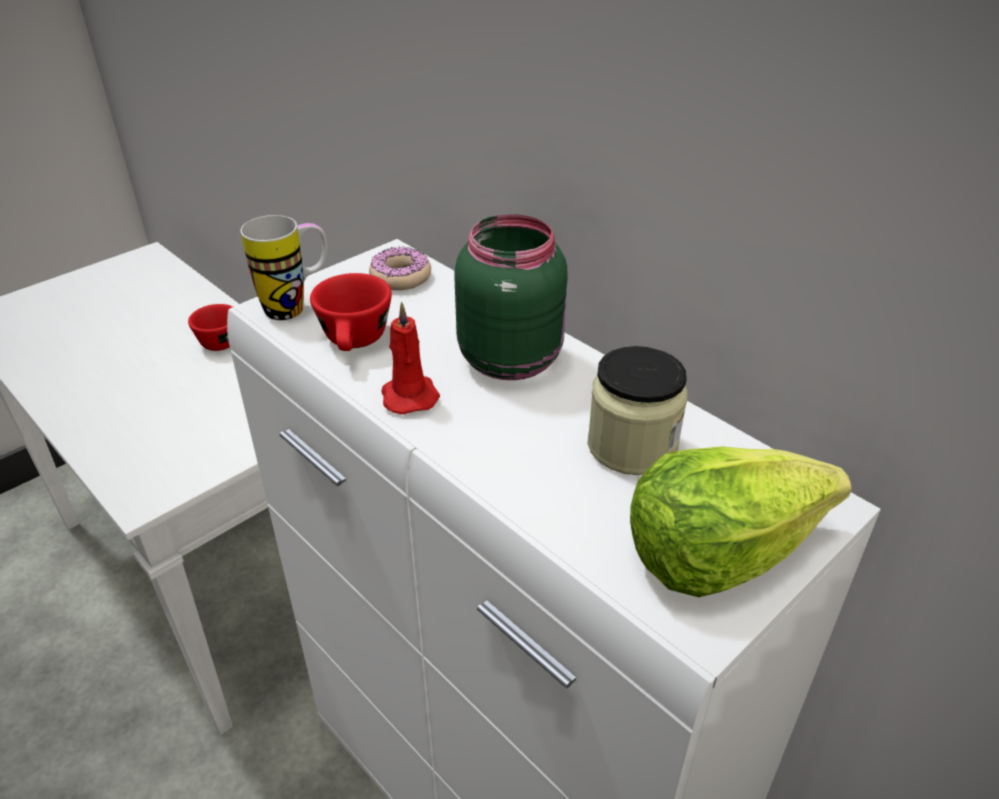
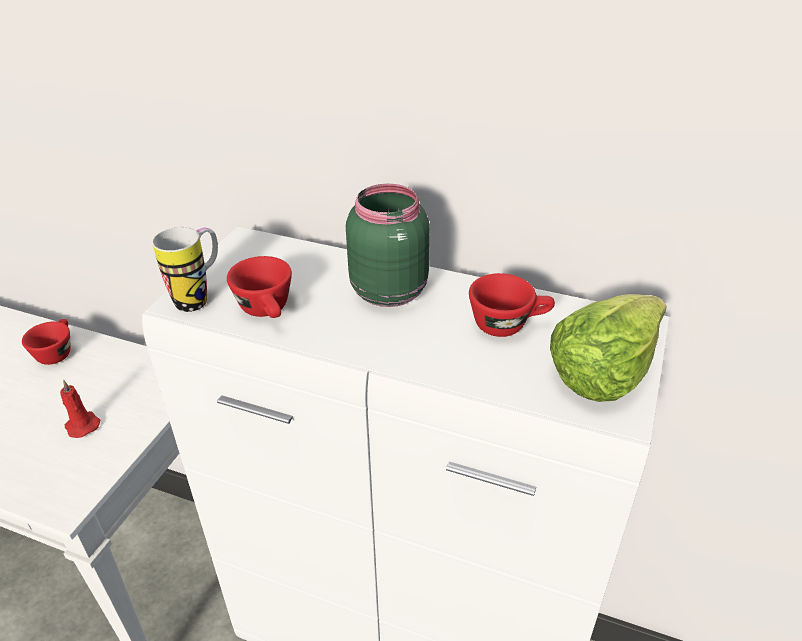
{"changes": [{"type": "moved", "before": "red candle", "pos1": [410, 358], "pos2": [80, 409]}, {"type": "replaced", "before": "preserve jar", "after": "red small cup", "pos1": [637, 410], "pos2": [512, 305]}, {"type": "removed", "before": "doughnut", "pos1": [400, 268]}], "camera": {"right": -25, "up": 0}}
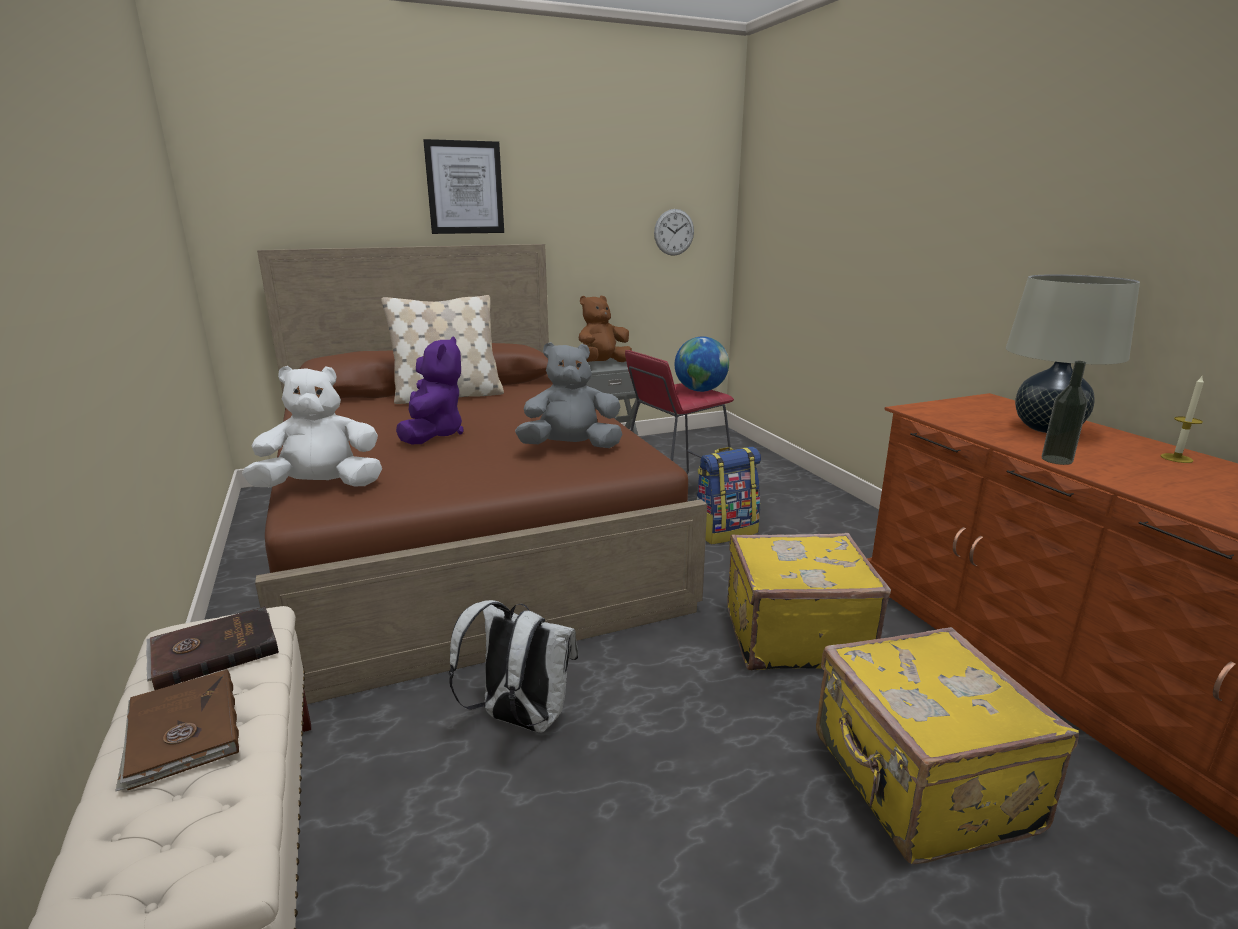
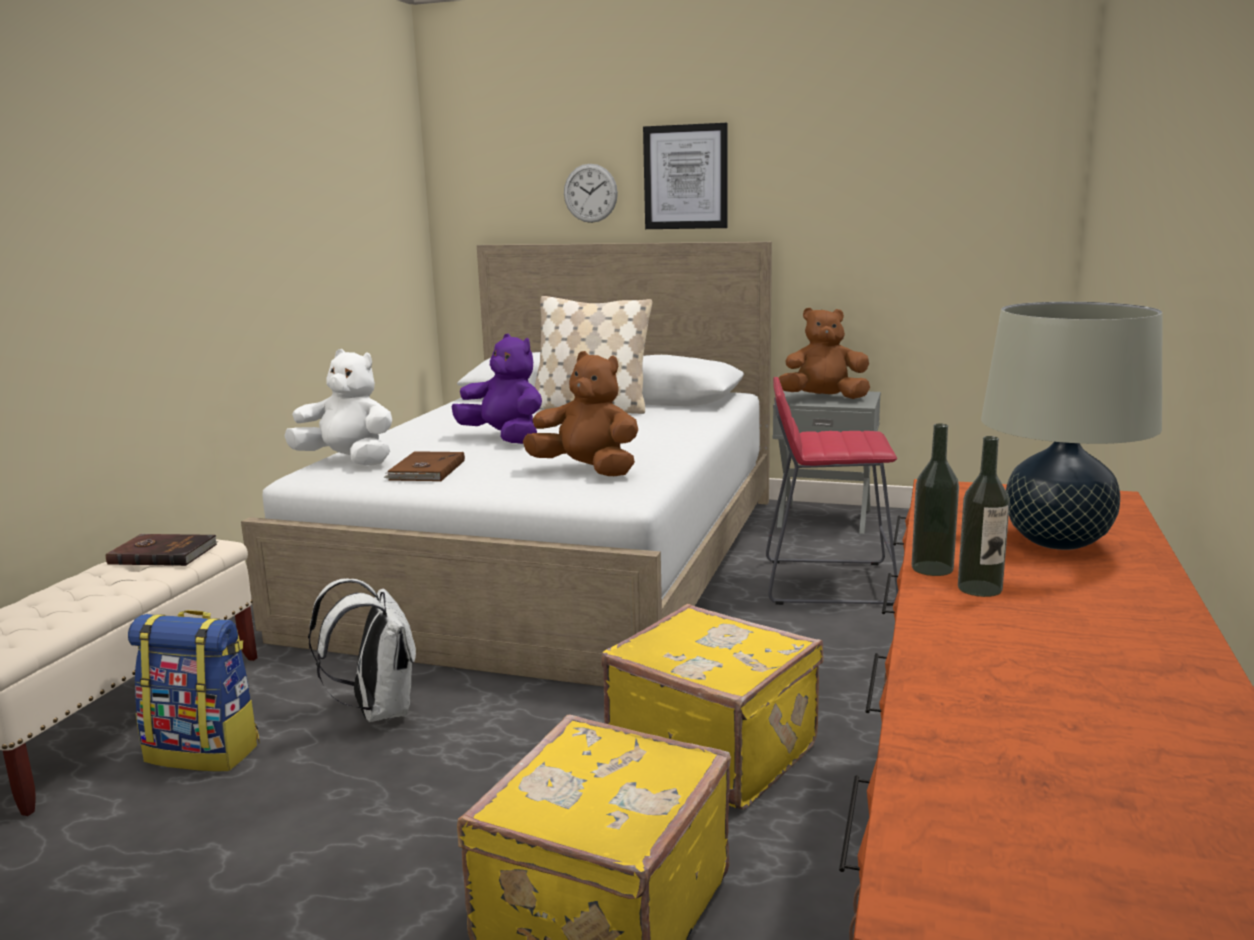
{"changes": [{"type": "moved", "before": "backpack", "pos1": [729, 495], "pos2": [194, 690]}, {"type": "recoloured", "before": "brownish bed", "after": "white bed", "pos1": [481, 474], "pos2": [506, 464]}, {"type": "moved", "before": "brownish bound book", "pos1": [177, 730], "pos2": [424, 466]}, {"type": "turned", "before": "purple-coloured cuddly toy", "pos1": [429, 390], "pos2": [497, 388], "turn": -90}, {"type": "recoloured", "before": "greyish cuddly toy", "after": "brownish cuddly toy", "pos1": [568, 395], "pos2": [580, 413]}, {"type": "moved", "before": "hanging clock", "pos1": [674, 232], "pos2": [591, 193]}, {"type": "added", "after": "bottle", "pos2": [984, 516]}, {"type": "removed", "before": "world globe", "pos1": [702, 364]}, {"type": "removed", "before": "candle", "pos1": [1182, 419]}], "camera": {"right": 40, "up": -5}}
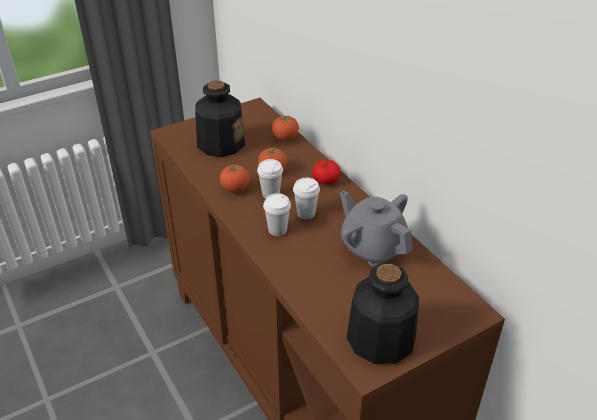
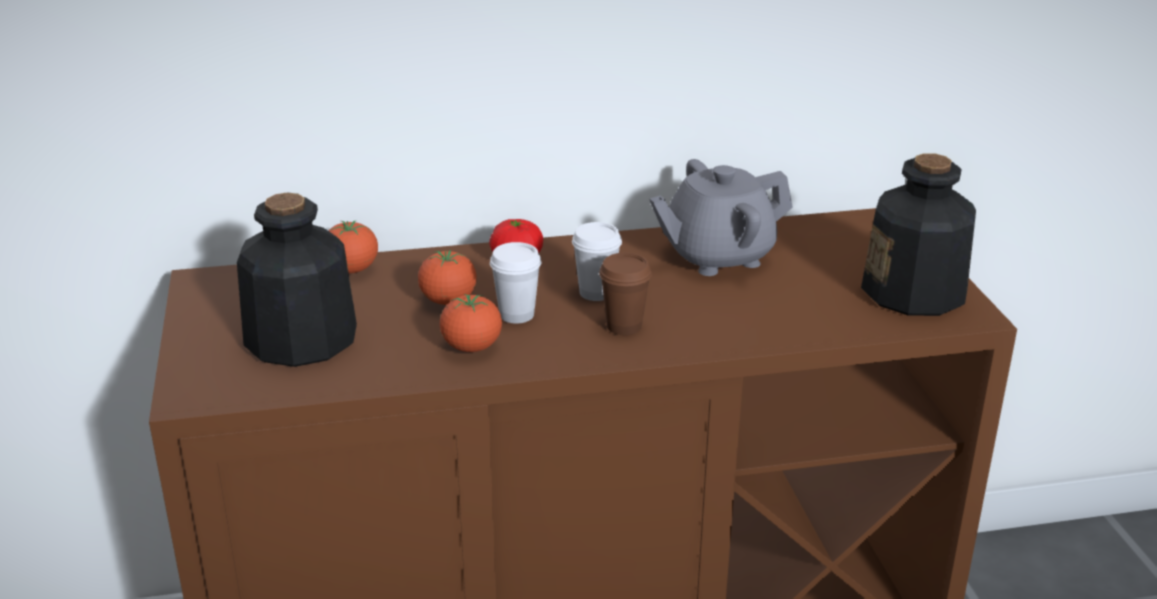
{"changes": [{"type": "recoloured", "before": "white small cup", "after": "brownish small cup", "pos1": [277, 214], "pos2": [625, 294]}], "camera": {"right": -70, "up": -10}}
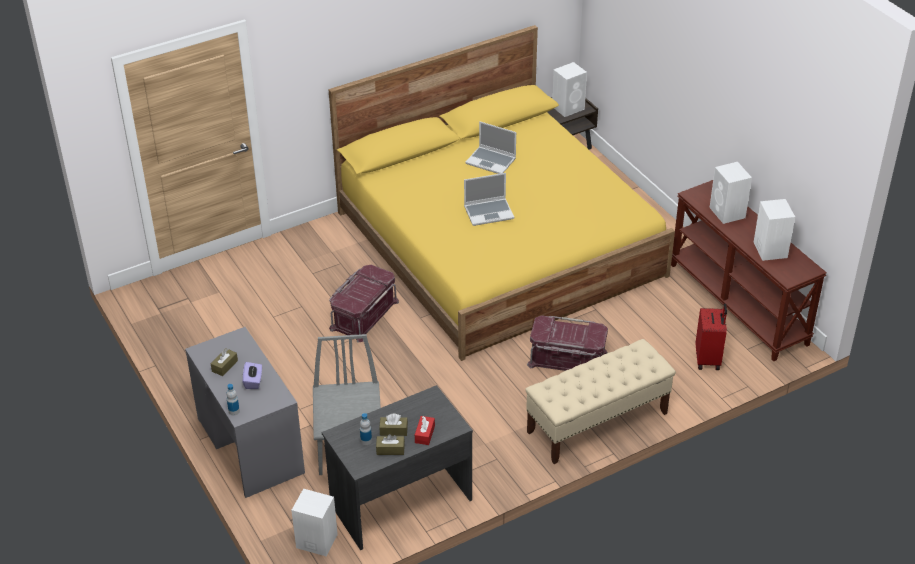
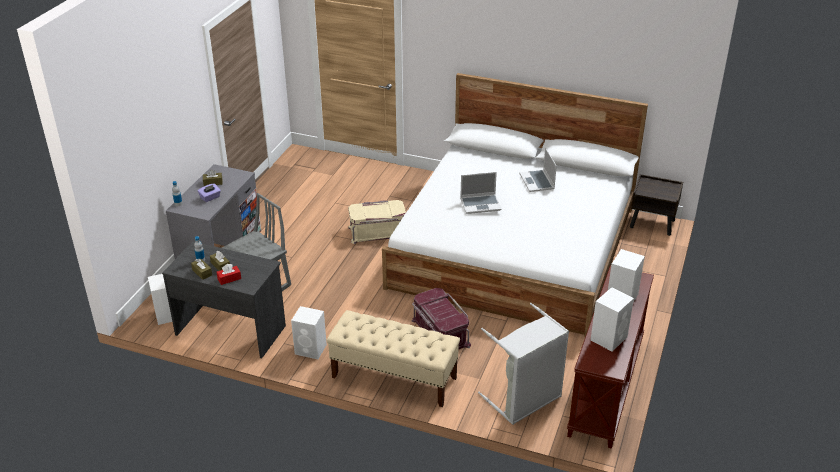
{"changes": [{"type": "moved", "before": "white audio speaker", "pos1": [569, 89], "pos2": [309, 332]}, {"type": "recoloured", "before": "red storage box", "after": "sand-coloured storage box", "pos1": [364, 303], "pos2": [377, 222]}, {"type": "recoloured", "before": "yellowish bed", "after": "white bed", "pos1": [501, 193], "pos2": [515, 205]}, {"type": "turned", "before": "portable computer", "pos1": [489, 199], "pos2": [481, 193], "turn": -45}, {"type": "replaced", "before": "red suitcase", "after": "greyish washing basket", "pos1": [711, 336], "pos2": [523, 364]}], "camera": {"right": 50, "up": -5}}
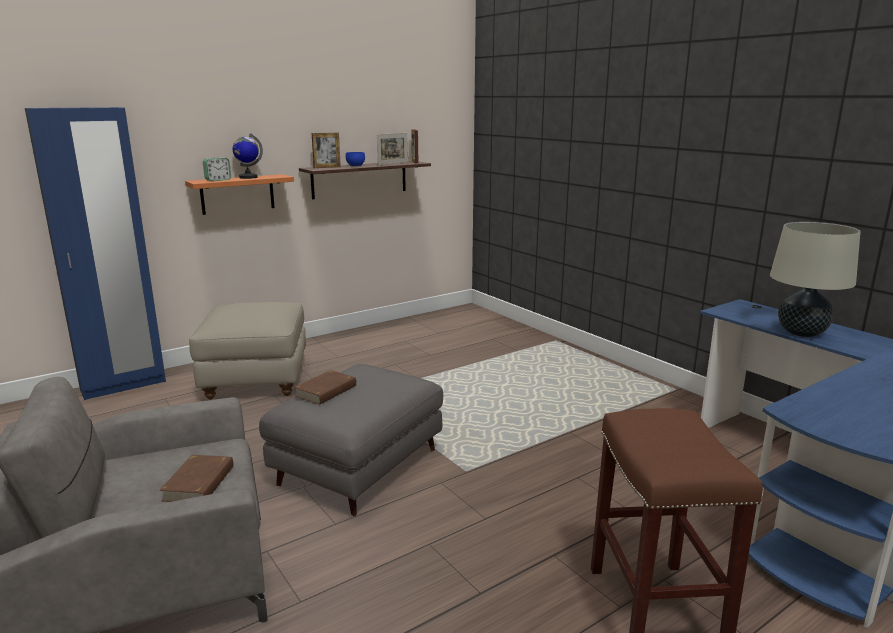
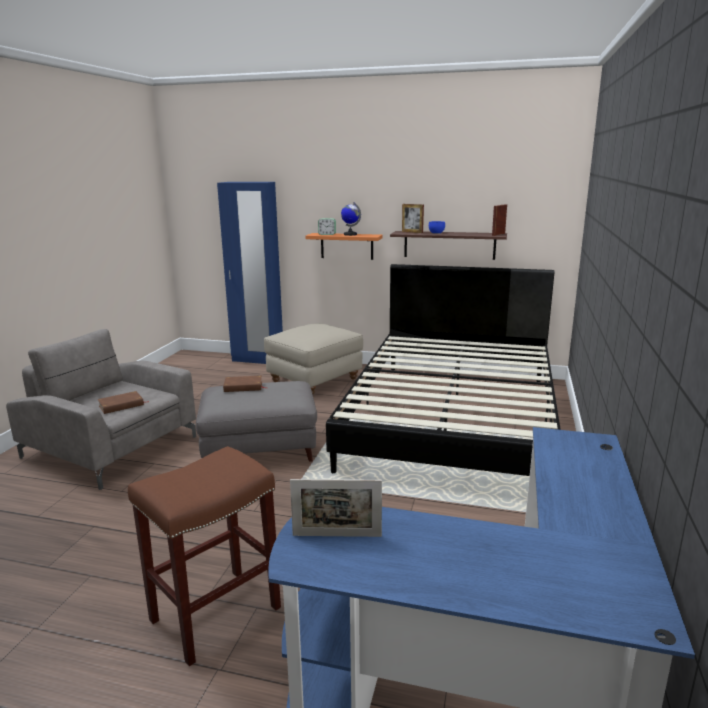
{"changes": [{"type": "moved", "before": "standing frame", "pos1": [392, 149], "pos2": [336, 508]}, {"type": "added", "after": "black bed", "pos2": [443, 370]}, {"type": "removed", "before": "sand-coloured tabletop lamp", "pos1": [815, 279]}], "camera": {"right": 50, "up": 0}}
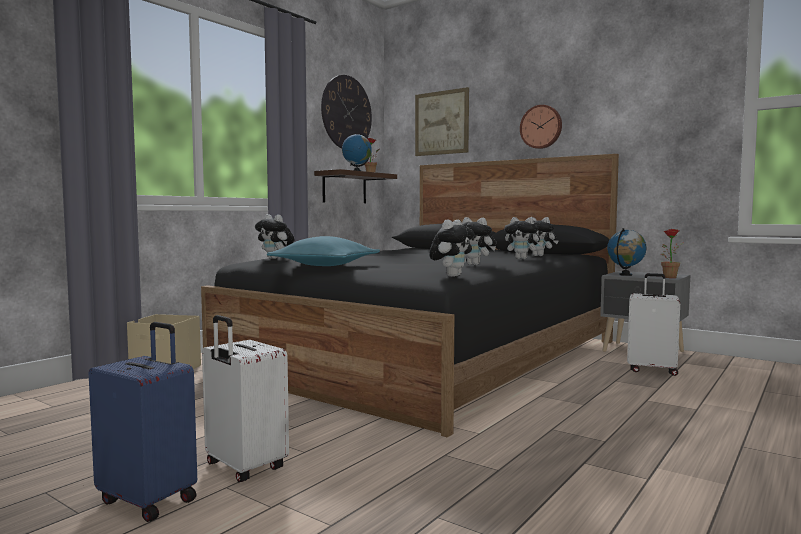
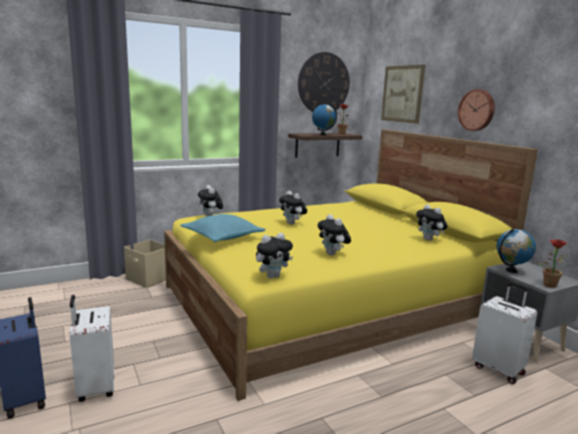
{"changes": [{"type": "recoloured", "before": "black bed", "after": "yellowish bed", "pos1": [410, 295], "pos2": [351, 265]}, {"type": "moved", "before": "cuddly toy", "pos1": [523, 238], "pos2": [293, 208]}], "camera": {"right": 25, "up": 10}}
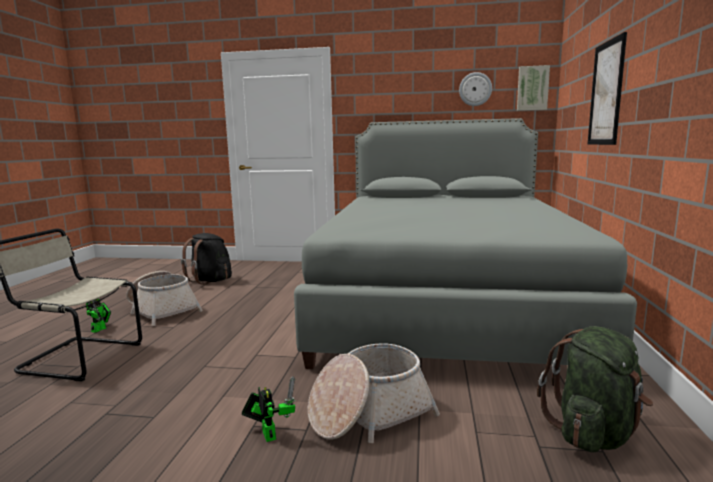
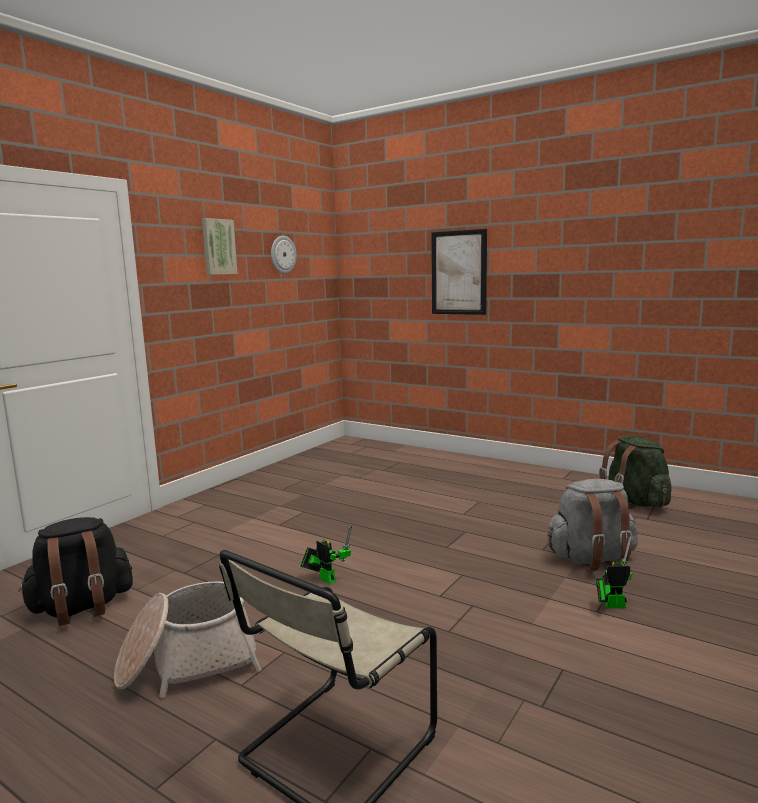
{"changes": [{"type": "moved", "before": "wall picture", "pos1": [533, 88], "pos2": [220, 246]}, {"type": "moved", "before": "toy robot", "pos1": [98, 316], "pos2": [326, 554]}, {"type": "replaced", "before": "household basket", "after": "greyish backpack", "pos1": [374, 393], "pos2": [592, 525]}, {"type": "removed", "before": "greyish bed", "pos1": [465, 243]}], "camera": {"right": -65, "up": 0}}
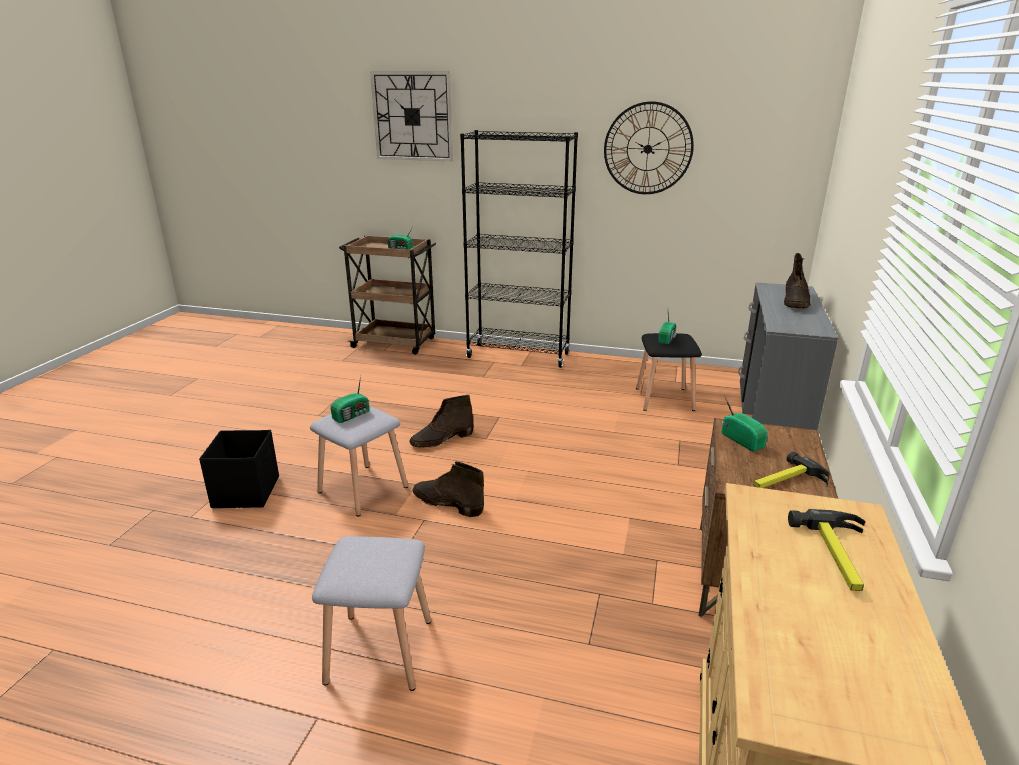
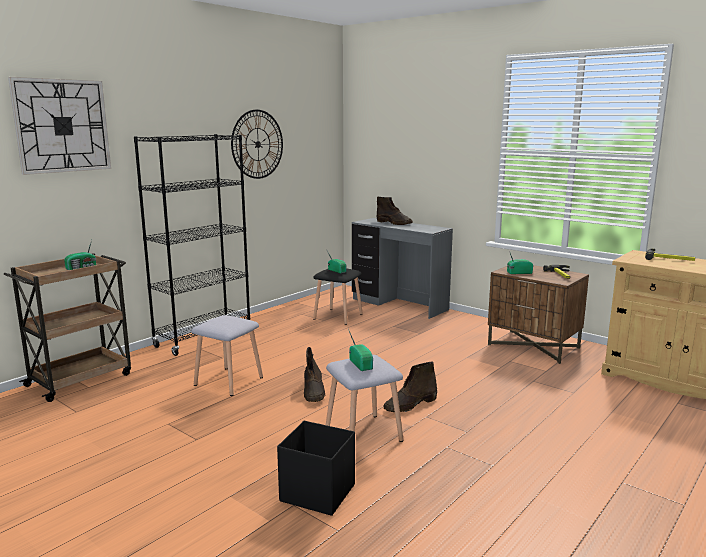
{"changes": [{"type": "moved", "before": "greyish stool seat", "pos1": [372, 613], "pos2": [227, 355]}], "camera": {"right": -65, "up": -10}}
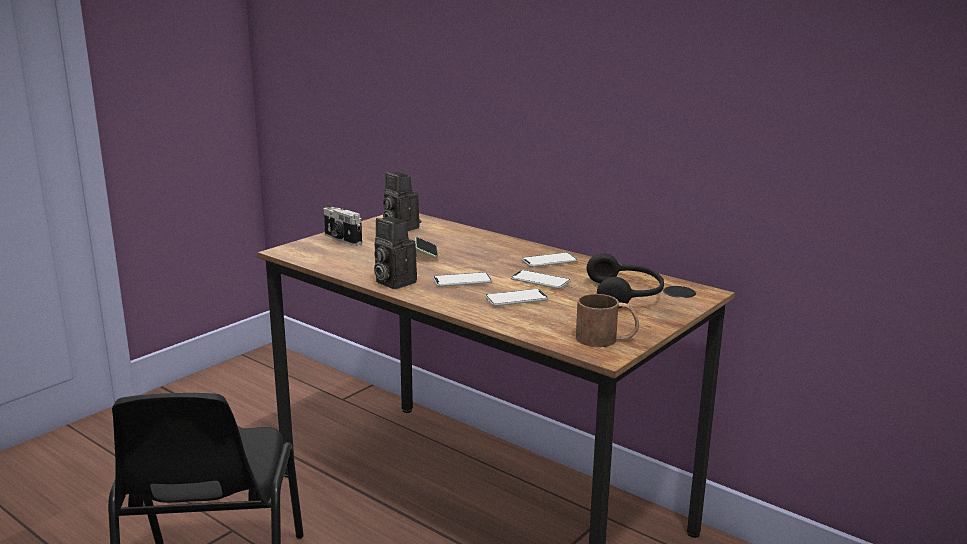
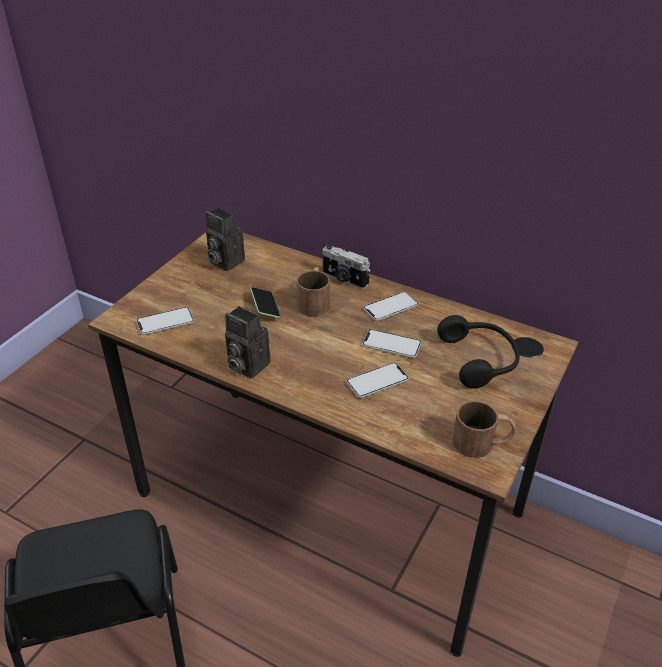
{"changes": [{"type": "moved", "before": "handset", "pos1": [462, 279], "pos2": [165, 321]}, {"type": "added", "after": "brownish tea mug", "pos2": [313, 292]}, {"type": "moved", "before": "photo camera", "pos1": [342, 225], "pos2": [346, 266]}], "camera": {"right": -10, "up": 20}}
